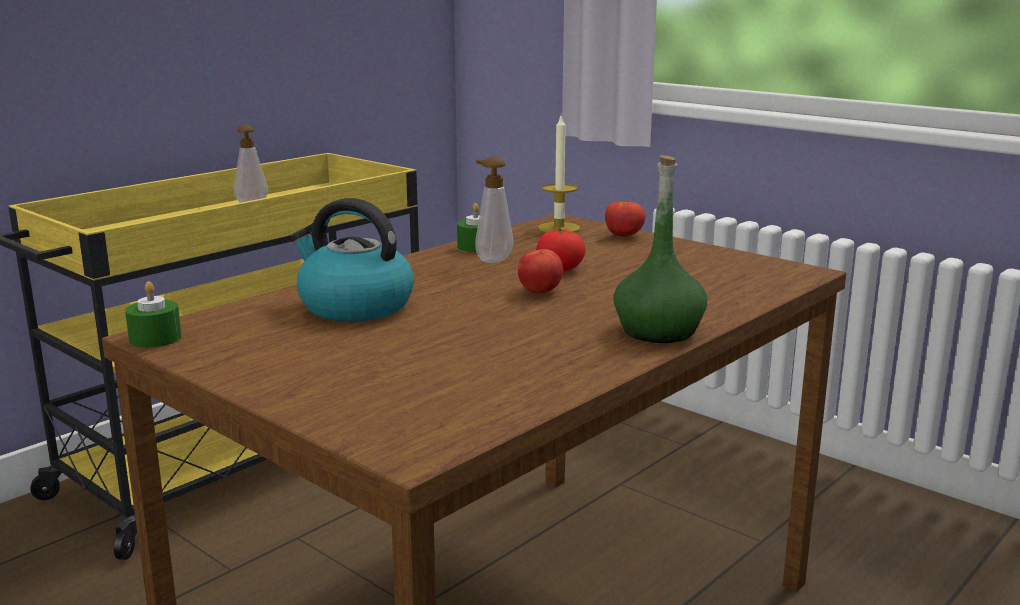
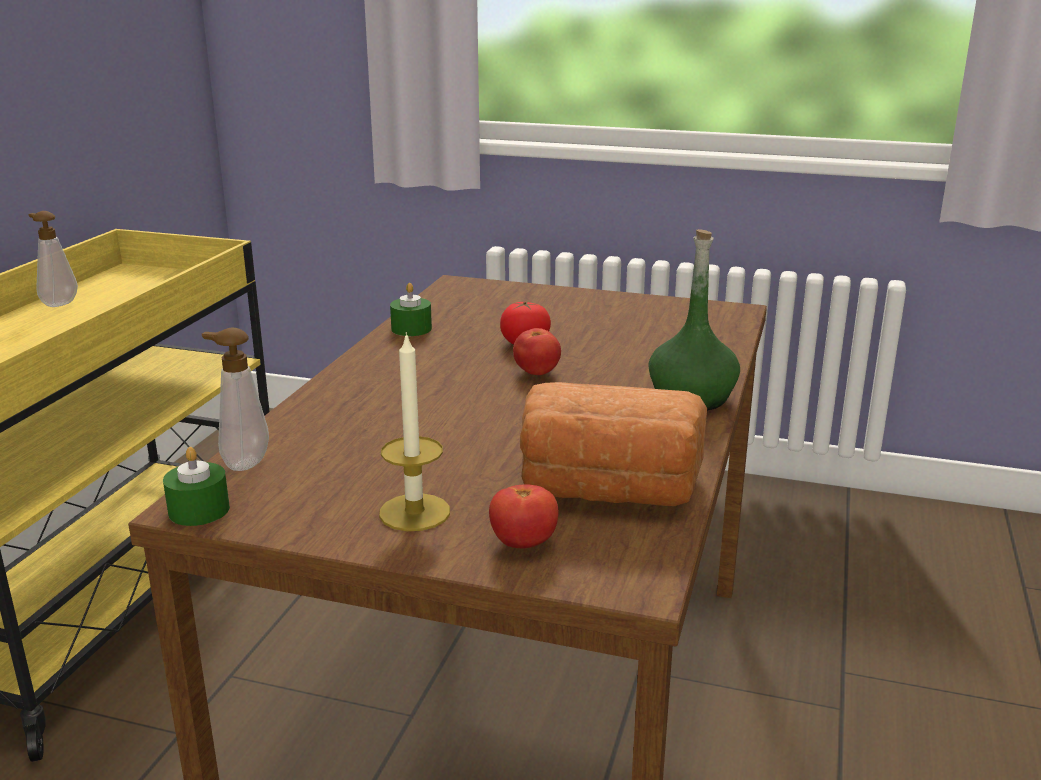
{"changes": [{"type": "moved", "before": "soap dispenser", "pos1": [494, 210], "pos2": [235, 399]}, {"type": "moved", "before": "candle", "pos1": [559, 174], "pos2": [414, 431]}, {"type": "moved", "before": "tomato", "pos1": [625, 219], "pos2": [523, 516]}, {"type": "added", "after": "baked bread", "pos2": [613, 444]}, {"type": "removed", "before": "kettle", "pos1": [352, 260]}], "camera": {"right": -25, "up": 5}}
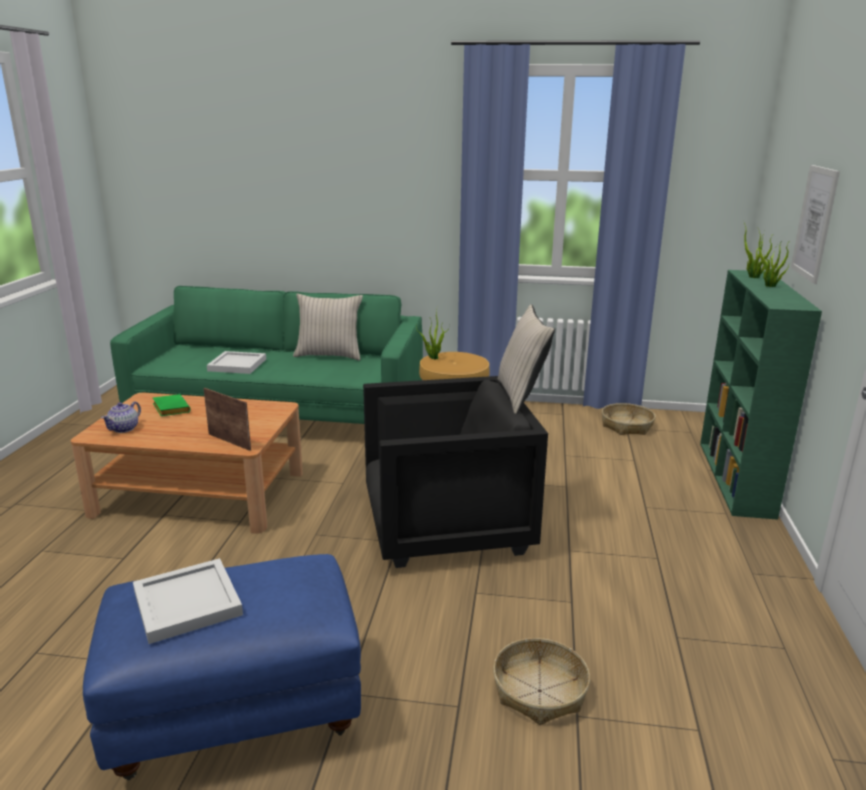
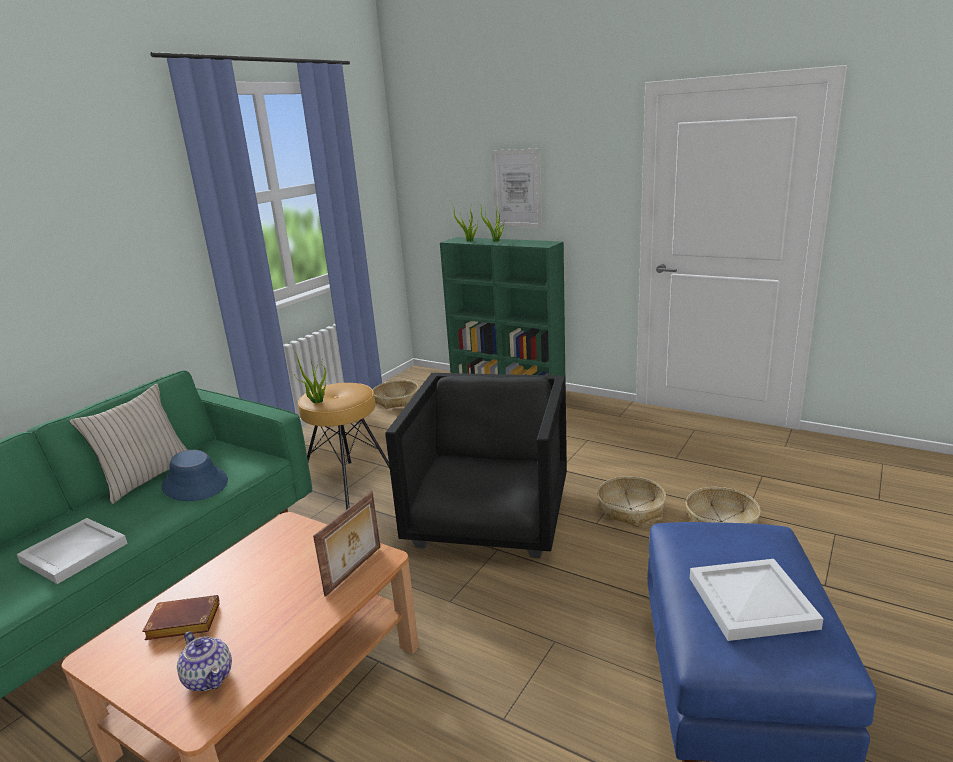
{"changes": [{"type": "recoloured", "before": "greenish bound book", "after": "brownish bound book", "pos1": [172, 405], "pos2": [181, 617]}, {"type": "added", "after": "blue-coloured clothing hat", "pos2": [195, 475]}, {"type": "turned", "before": "standing frame", "pos1": [227, 419], "pos2": [346, 544], "turn": 150}, {"type": "added", "after": "household basket", "pos2": [631, 501]}, {"type": "removed", "before": "sand-coloured throw pillow", "pos1": [526, 359]}], "camera": {"right": -65, "up": 0}}
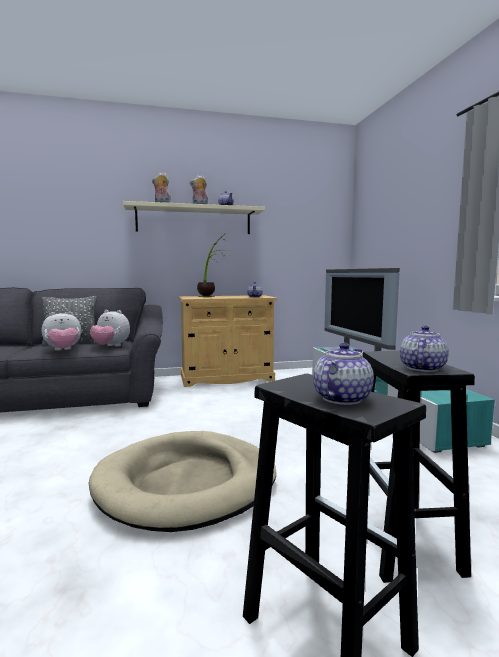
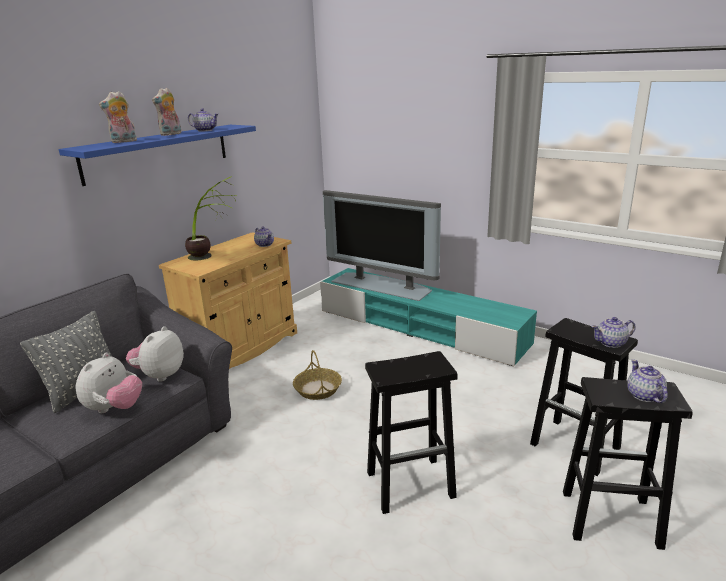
{"changes": [{"type": "recoloured", "before": "sand-coloured bracket shelf", "after": "blue-coloured bracket shelf", "pos1": [194, 217], "pos2": [157, 155]}, {"type": "turned", "before": "cuddly toy", "pos1": [110, 328], "pos2": [155, 354], "turn": 135}, {"type": "added", "after": "household basket", "pos2": [317, 375]}, {"type": "replaced", "before": "sand-coloured dog bed", "after": "black stool seat", "pos1": [182, 481], "pos2": [411, 432]}, {"type": "turned", "before": "pot for tea", "pos1": [424, 348], "pos2": [613, 332], "turn": -90}], "camera": {"right": -40, "up": 15}}
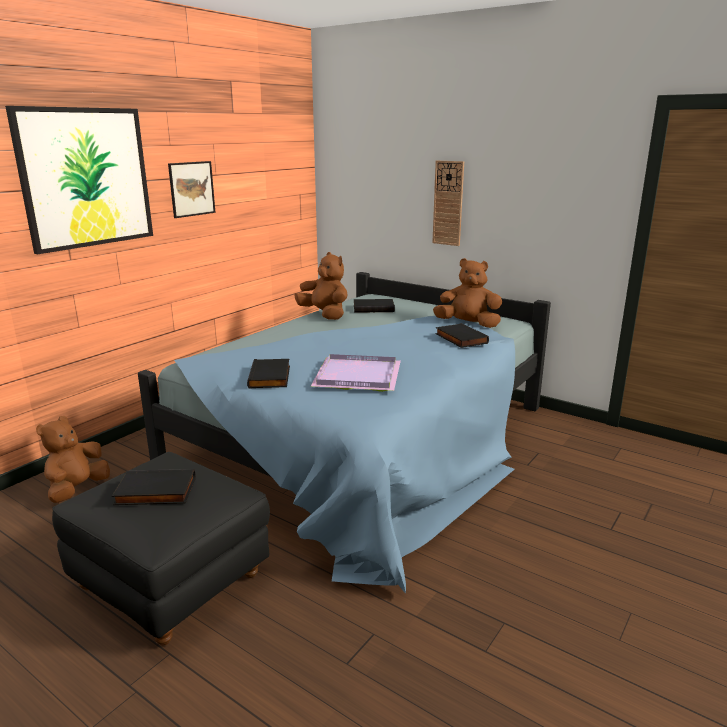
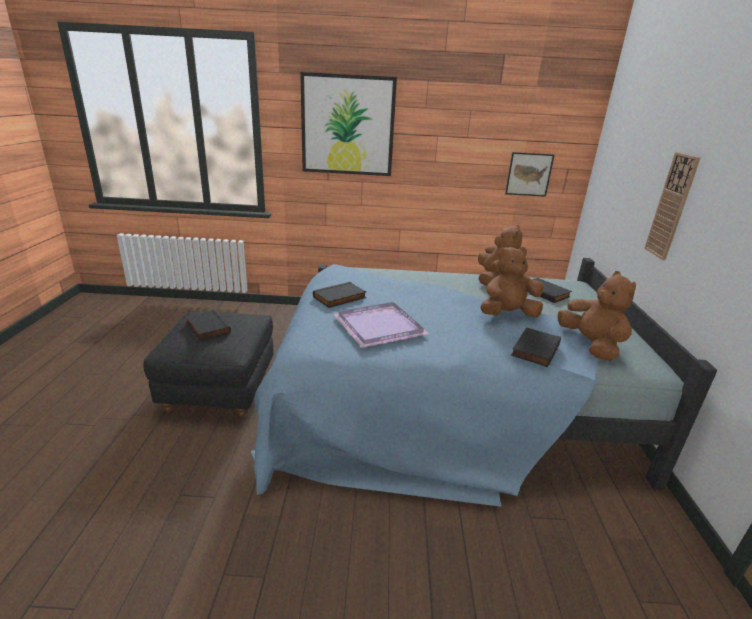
{"changes": [{"type": "moved", "before": "brownish cuddly toy", "pos1": [73, 459], "pos2": [512, 281]}, {"type": "moved", "before": "wall picture", "pos1": [192, 189], "pos2": [529, 174]}], "camera": {"right": 55, "up": 5}}
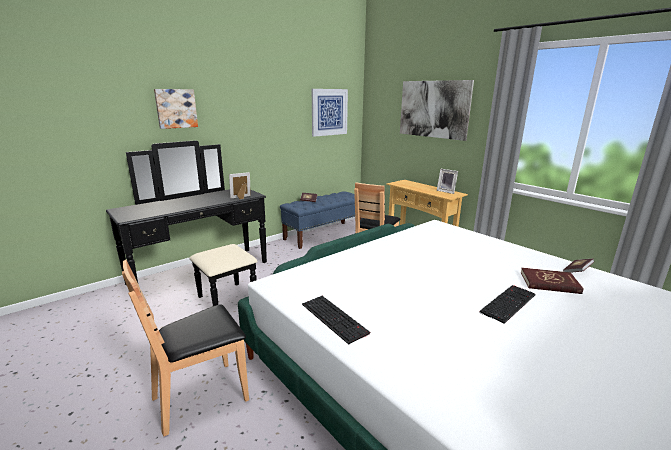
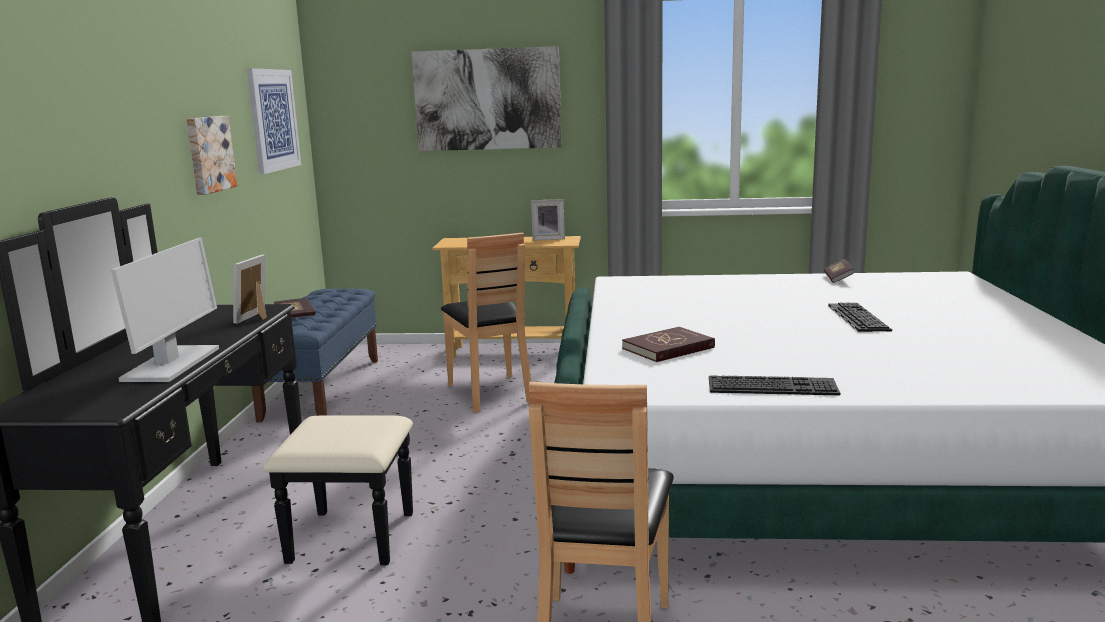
{"changes": [{"type": "added", "after": "monitor", "pos2": [165, 310]}, {"type": "moved", "before": "wall picture", "pos1": [176, 109], "pos2": [212, 155]}, {"type": "moved", "before": "red bound book", "pos1": [552, 281], "pos2": [668, 344]}], "camera": {"right": -45, "up": -5}}
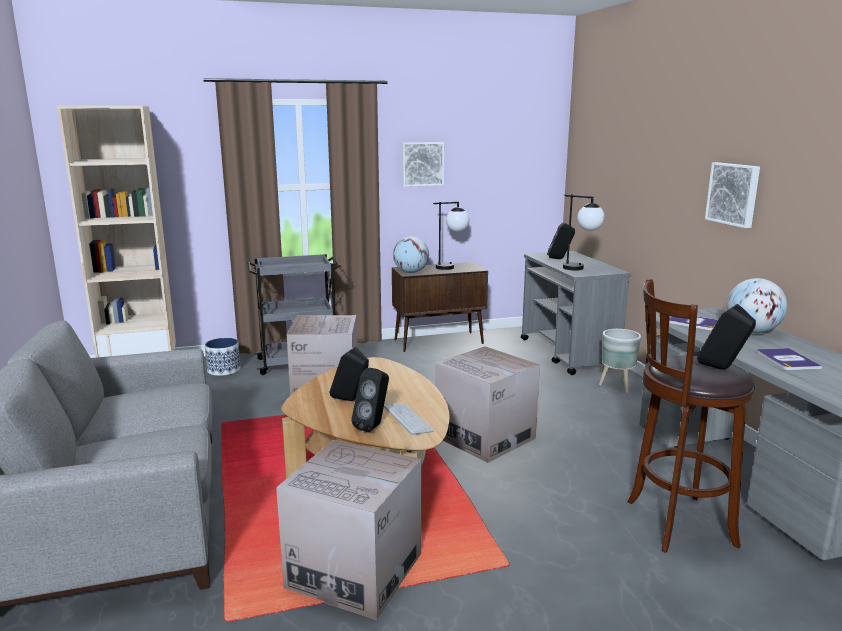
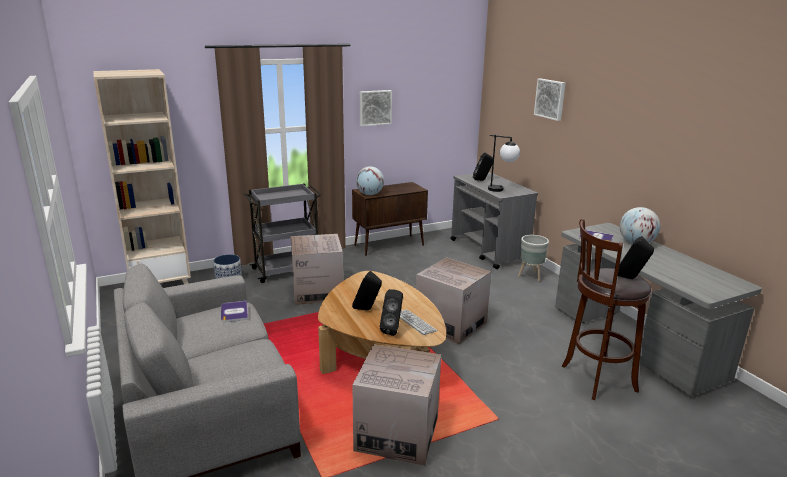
{"changes": [{"type": "moved", "before": "bound book", "pos1": [789, 359], "pos2": [234, 311]}, {"type": "moved", "before": "wall picture", "pos1": [732, 195], "pos2": [550, 99]}, {"type": "removed", "before": "tabletop lamp", "pos1": [451, 236]}], "camera": {"right": -10, "up": 5}}
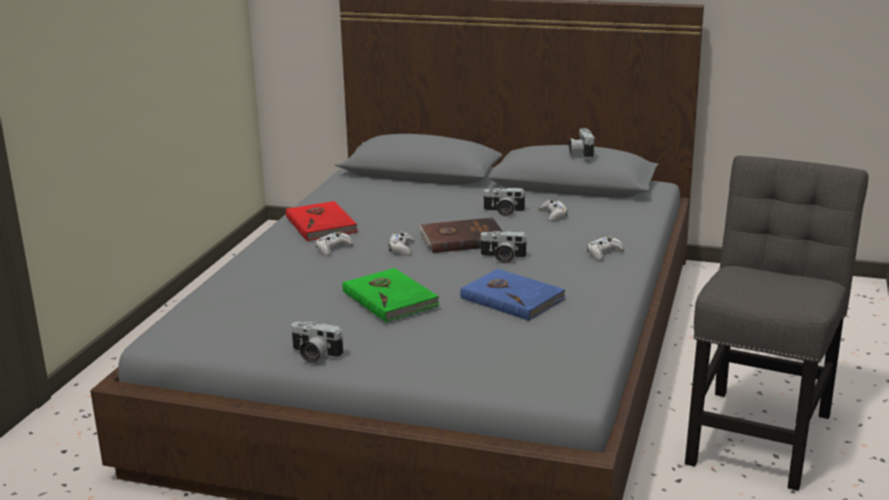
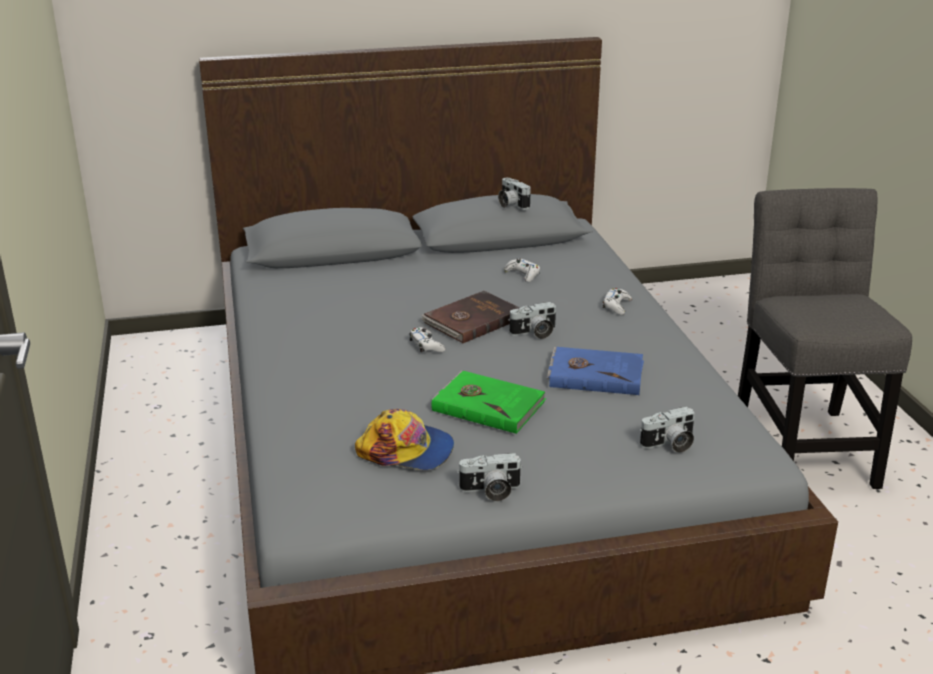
{"changes": [{"type": "added", "after": "peaked cap", "pos2": [404, 439]}, {"type": "moved", "before": "photo camera", "pos1": [504, 202], "pos2": [667, 429]}, {"type": "removed", "before": "red bound book", "pos1": [322, 221]}, {"type": "removed", "before": "white game controller", "pos1": [334, 244]}], "camera": {"right": -30, "up": 5}}
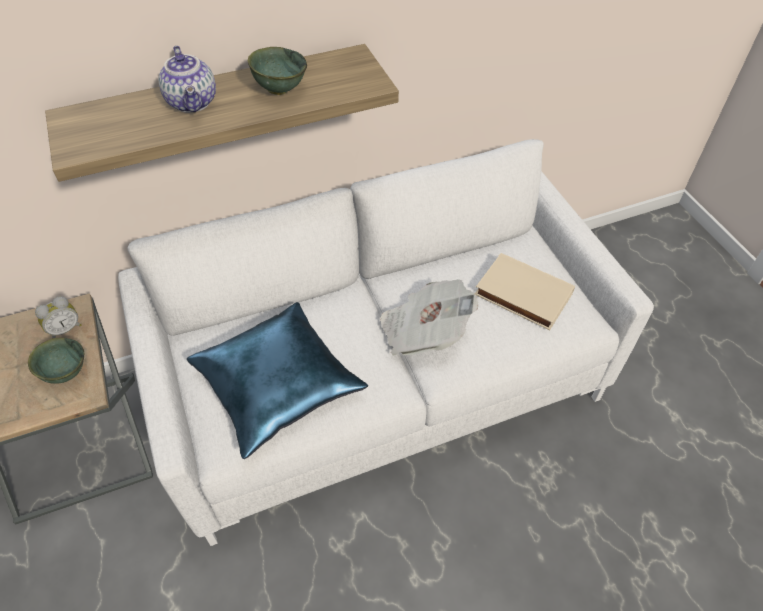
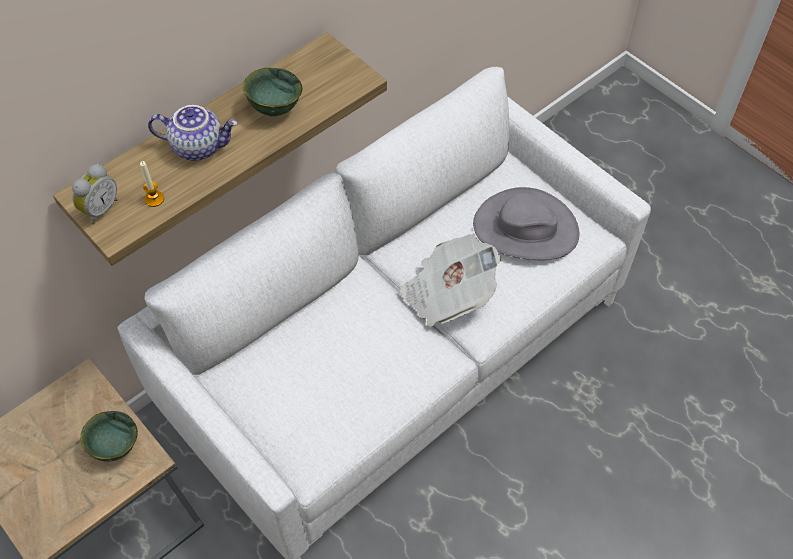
{"changes": [{"type": "moved", "before": "alarm clock", "pos1": [58, 317], "pos2": [95, 194]}, {"type": "added", "after": "candle", "pos2": [152, 184]}, {"type": "turned", "before": "pot for tea", "pos1": [187, 79], "pos2": [193, 133], "turn": -45}, {"type": "replaced", "before": "sand-coloured bound book", "after": "greyish clothing hat", "pos1": [525, 291], "pos2": [526, 223]}, {"type": "removed", "before": "blue-coloured throw pillow", "pos1": [277, 380]}], "camera": {"right": -20, "up": 5}}
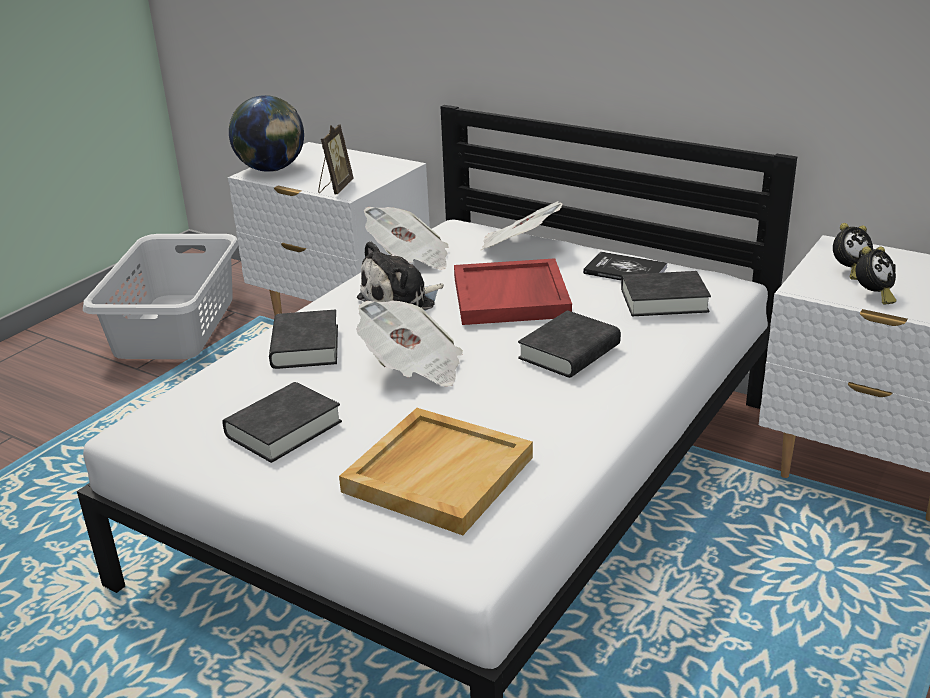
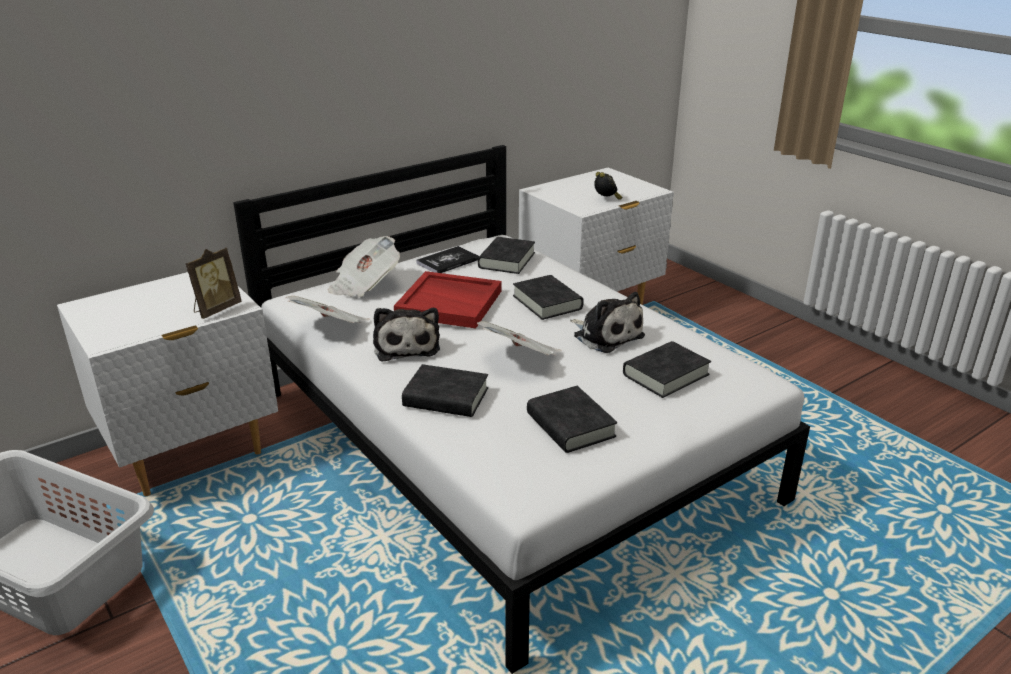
{"changes": [{"type": "turned", "before": "standing frame", "pos1": [336, 159], "pos2": [214, 283], "turn": 90}, {"type": "added", "after": "cuddly toy", "pos2": [607, 322]}, {"type": "replaced", "before": "sand-coloured carrying tray", "after": "black bound book", "pos1": [436, 471], "pos2": [667, 369]}, {"type": "removed", "before": "world globe", "pos1": [266, 133]}, {"type": "removed", "before": "alarm clock", "pos1": [853, 251]}], "camera": {"right": -70, "up": 0}}
